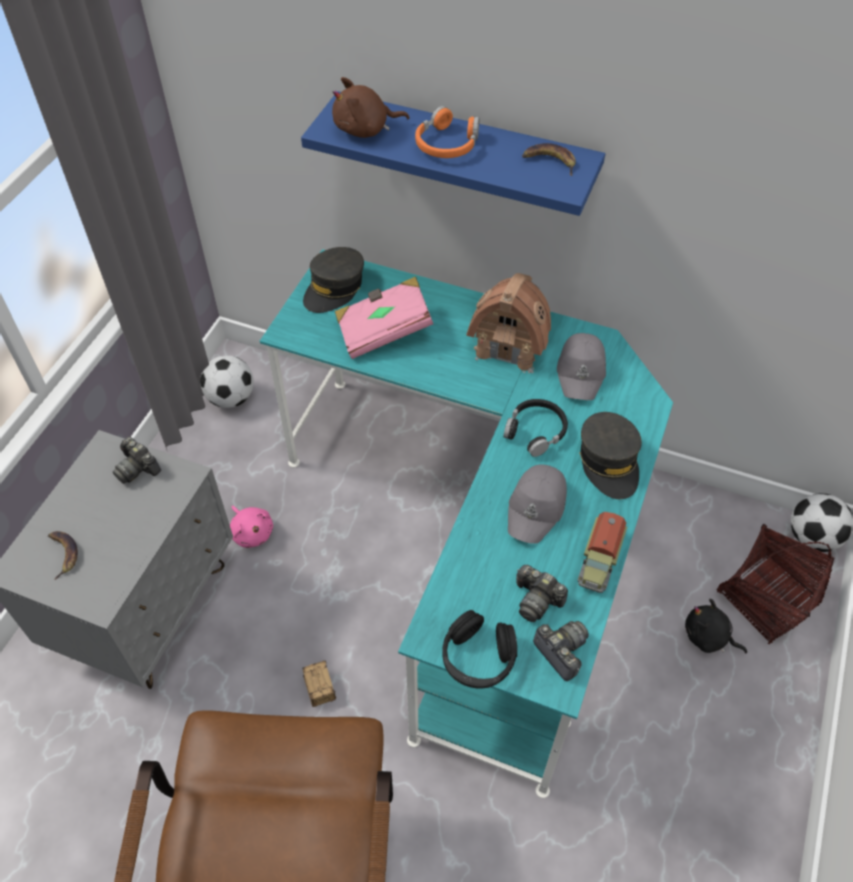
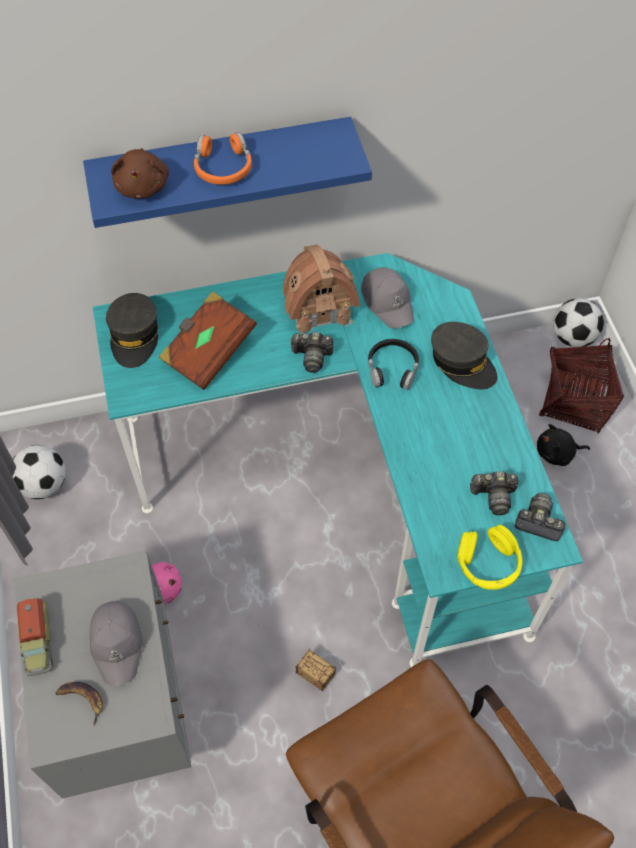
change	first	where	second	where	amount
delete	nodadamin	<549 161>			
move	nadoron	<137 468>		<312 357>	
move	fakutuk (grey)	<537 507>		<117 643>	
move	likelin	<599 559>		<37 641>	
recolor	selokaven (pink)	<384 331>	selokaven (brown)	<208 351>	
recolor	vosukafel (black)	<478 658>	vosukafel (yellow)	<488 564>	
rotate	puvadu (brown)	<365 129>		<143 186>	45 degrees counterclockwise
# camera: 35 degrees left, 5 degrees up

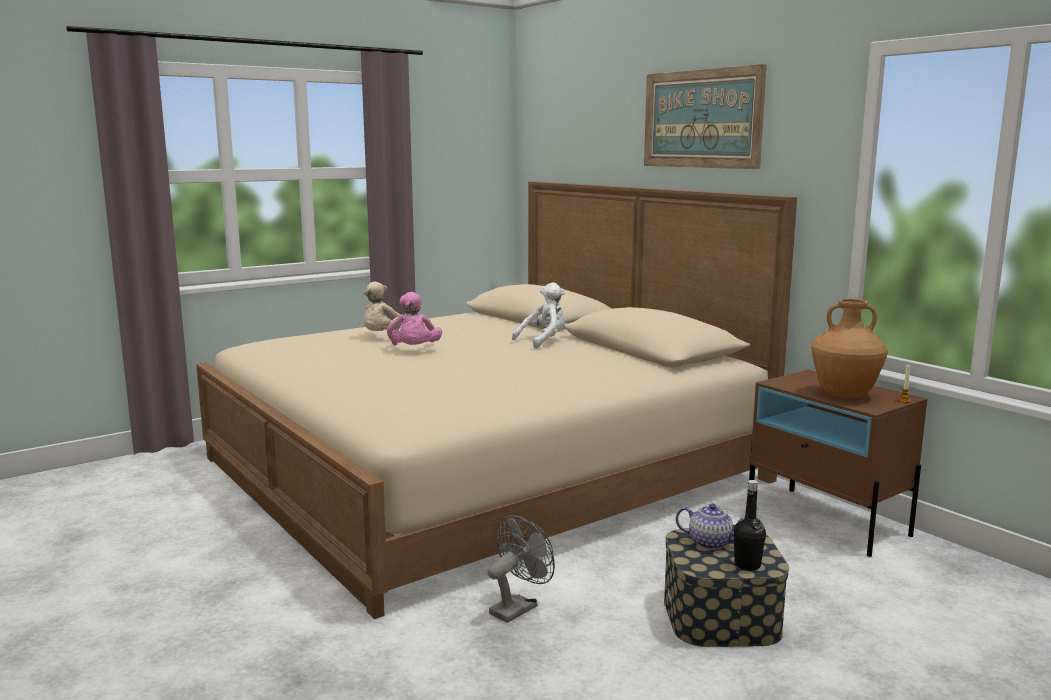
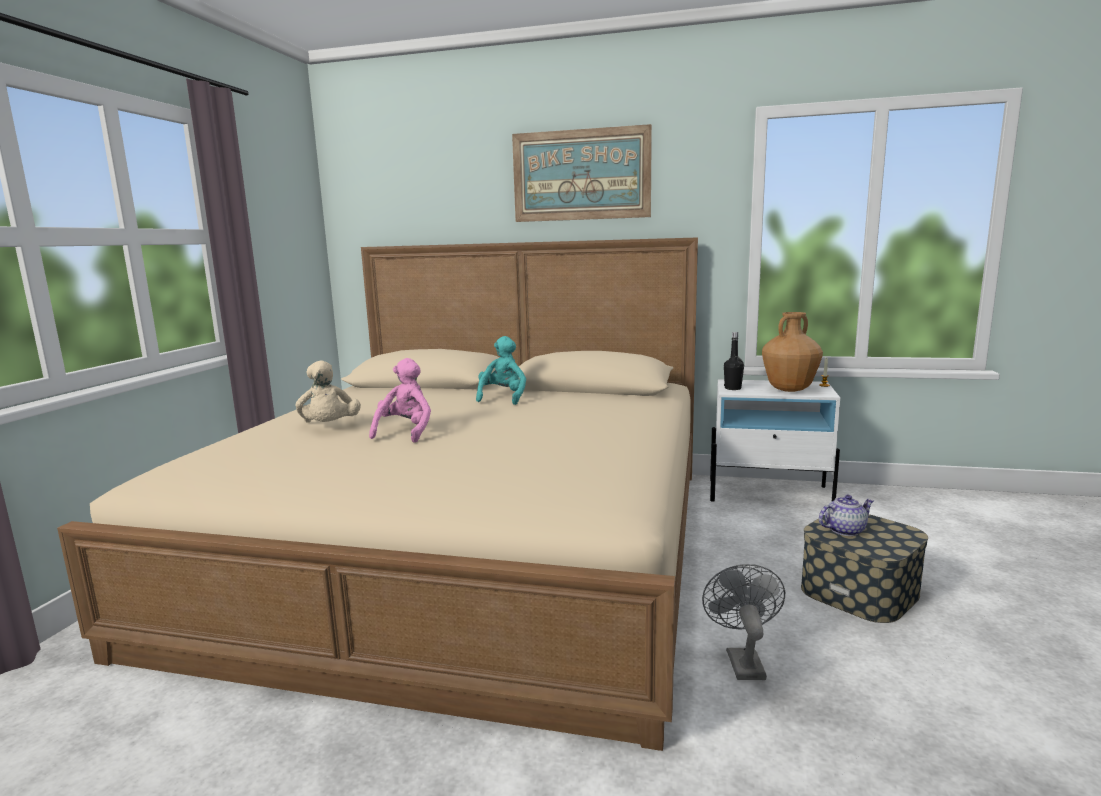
change	first	where	second	where	amount
move	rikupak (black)	<747 565>		<733 388>	
recolor	puvadu (white)	<544 341>	puvadu (turquoise)	<503 398>	
recolor	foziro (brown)	<827 520>	foziro (white)	<769 493>	
rotate	puvadu (pink)	<414 350>		<405 432>	120 degrees counterclockwise
# camera: 40 degrees left, 0 degrees up

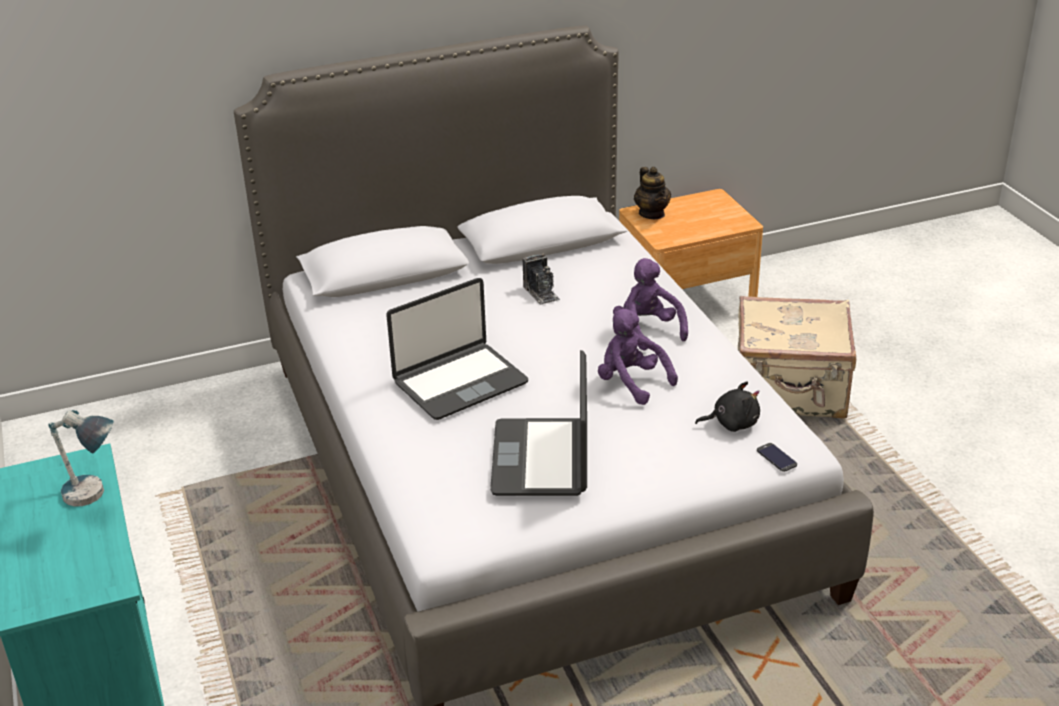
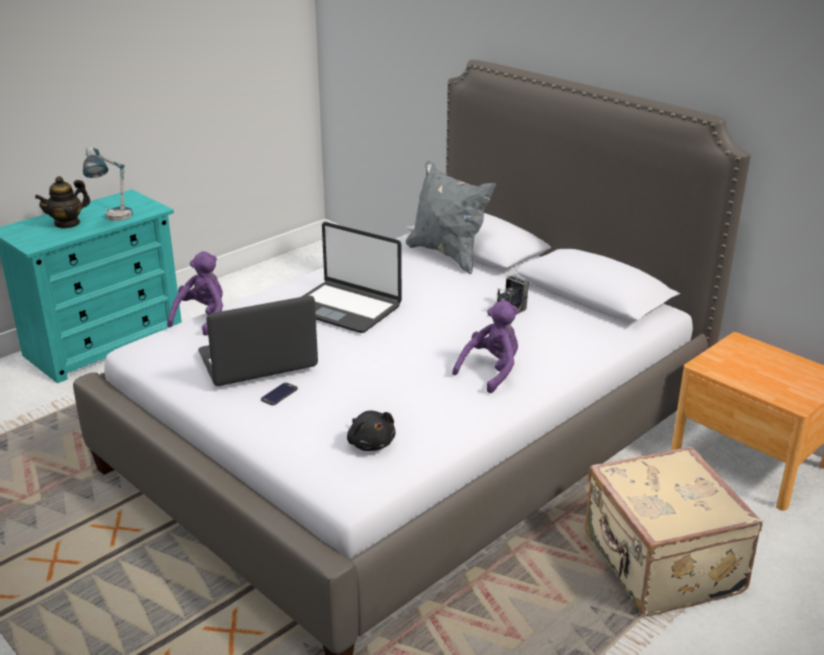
change	first	where	second	where	amount
insert			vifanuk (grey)	<447 255>	
move	puvadu (purple)	<631 383>		<202 318>	
move	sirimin	<652 214>		<67 223>	
move	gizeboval	<776 457>		<279 394>	
# camera: 65 degrees right, 5 degrees down

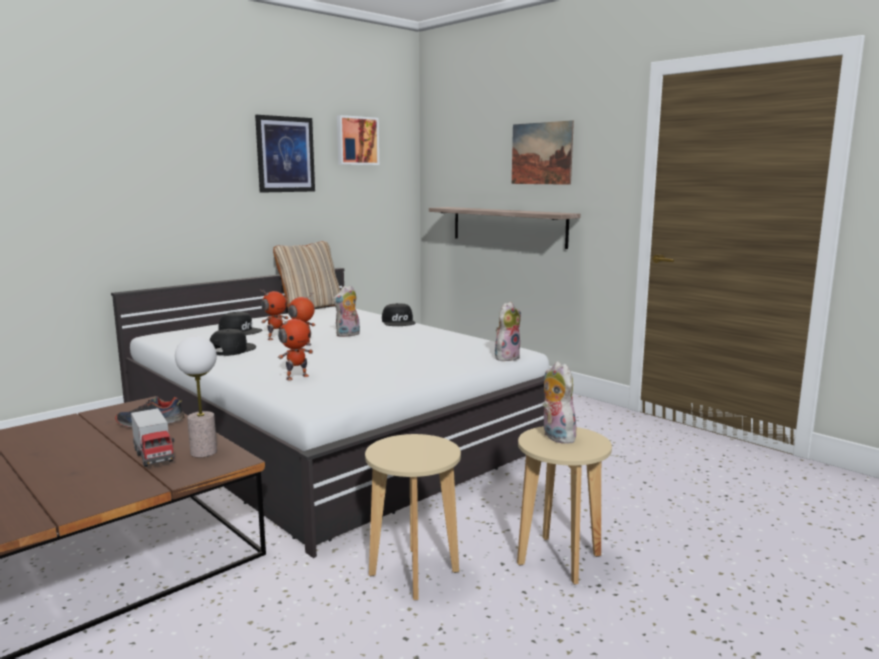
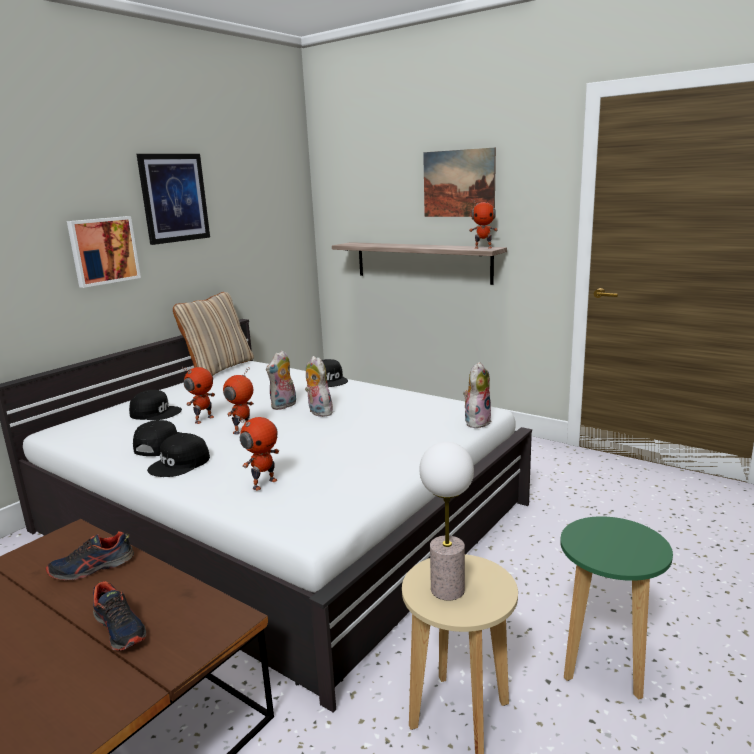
change	first	where	second	where	amount
insert			fakutuk (black)	<180 464>	
insert			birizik	<483 248>	
move	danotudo	<203 452>		<448 590>	
move	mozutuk	<356 141>		<103 250>	
move	puvadu	<555 436>		<318 412>	
replace	likelin	<154 456>	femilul	<120 628>	
recolor	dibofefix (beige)	<559 560>	dibofefix (green)	<605 664>	
# camera: 10 degrees left, 5 degrees up

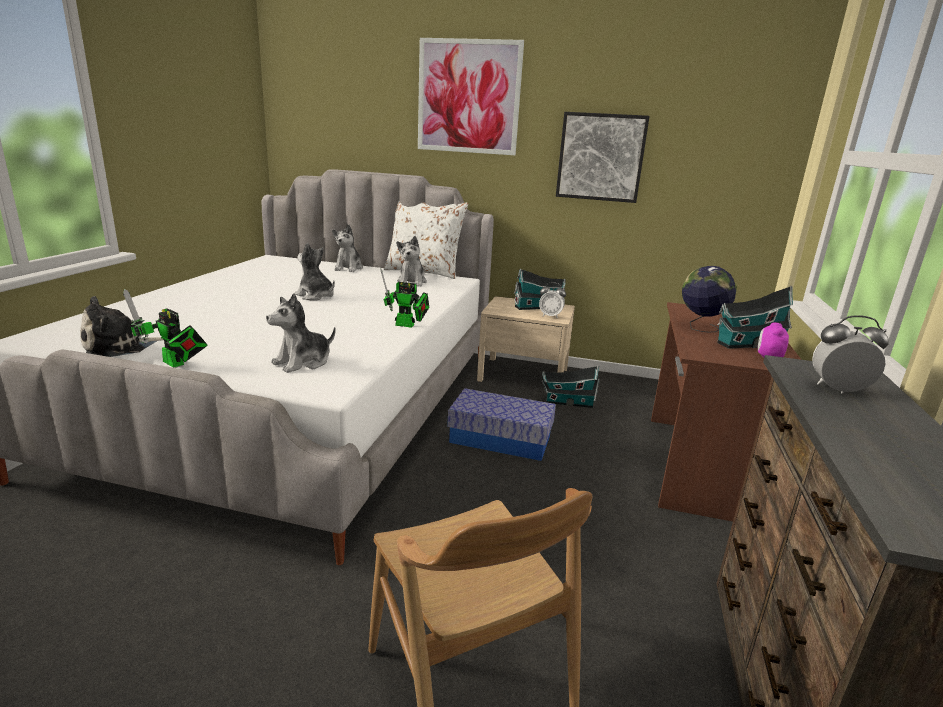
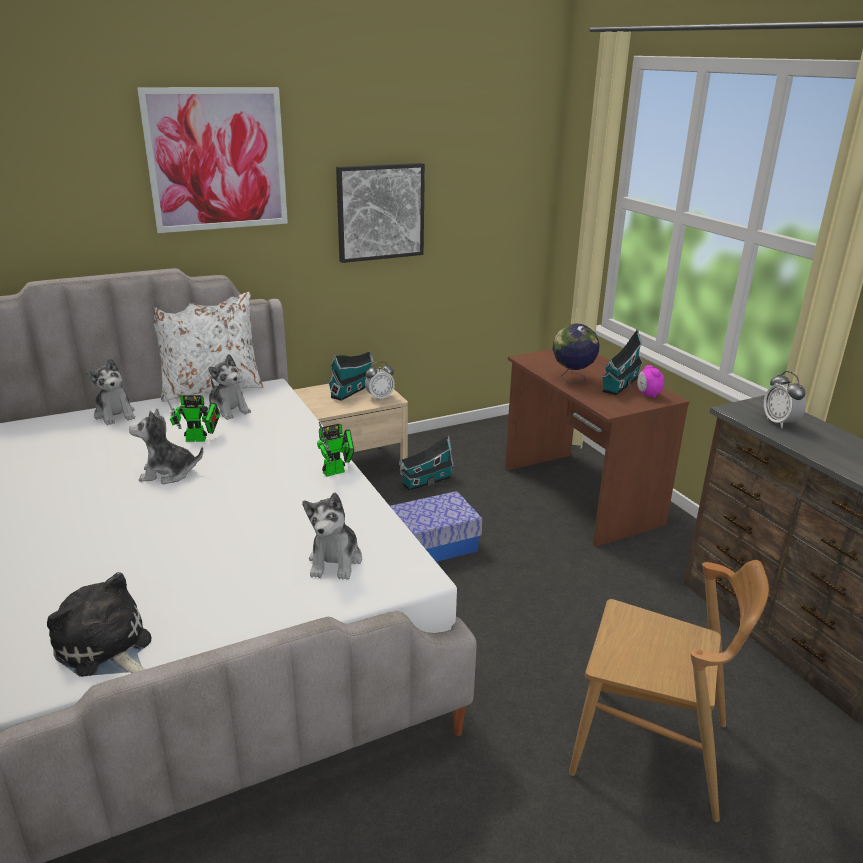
change	first	where	second	where	amount
move	birizik	<175 364>		<199 439>	
rotate	puvadu	<119 347>		<105 648>	120 degrees clockwise
rotate	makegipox	<838 390>		<779 423>	75 degrees counterclockwise
# camera: 40 degrees left, 5 degrees up

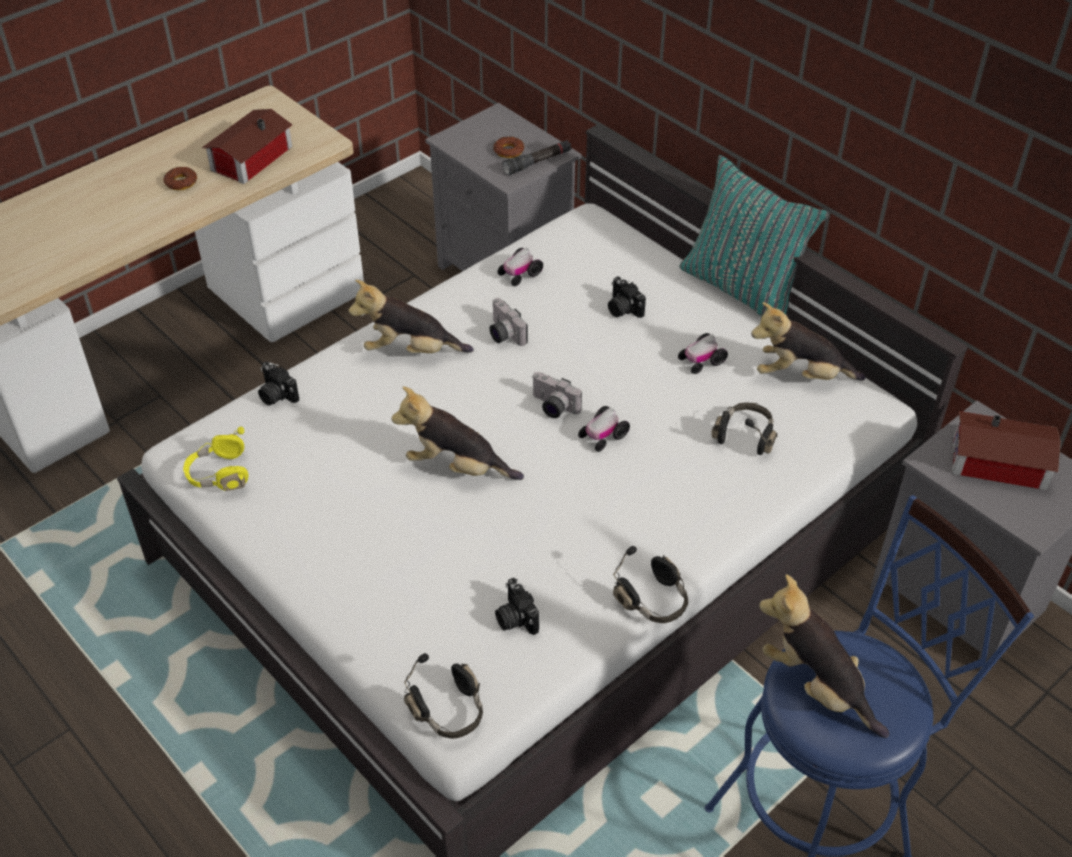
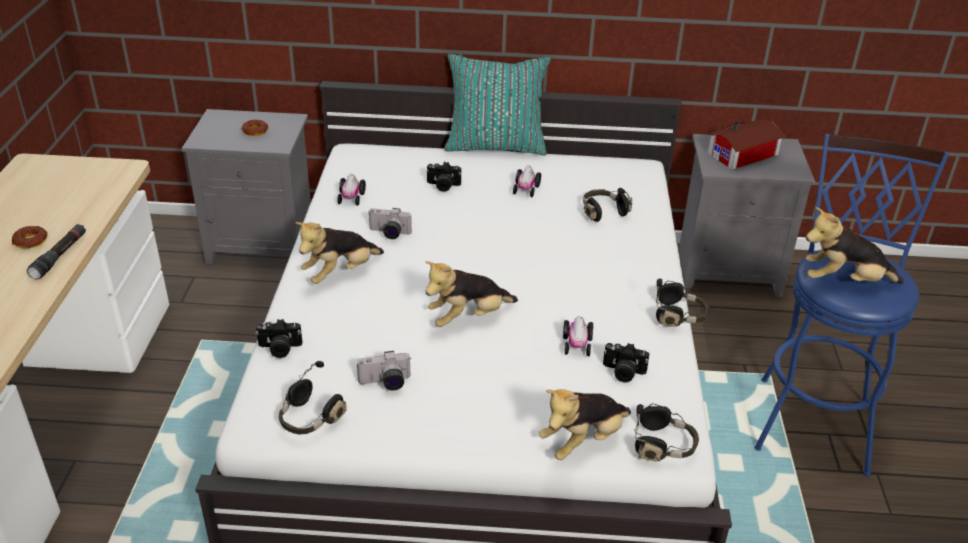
change	first	where	second	where	amount
delete	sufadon	<248 159>			
move	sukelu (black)	<537 162>		<60 256>	
move	nadoron	<552 407>		<385 383>	
move	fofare	<603 436>		<577 345>	
move	puvadu	<800 376>		<583 441>	
recolor	vosukafel (yellow)	<219 474>	vosukafel (black)	<309 418>	
# camera: 45 degrees left, 10 degrees down

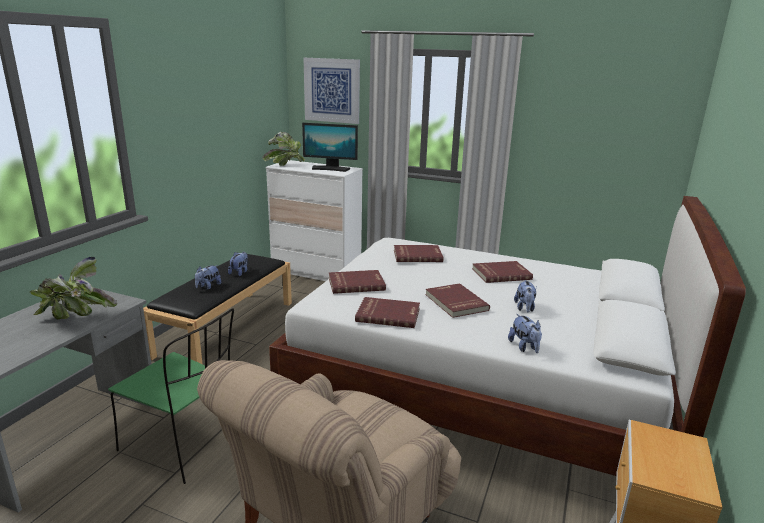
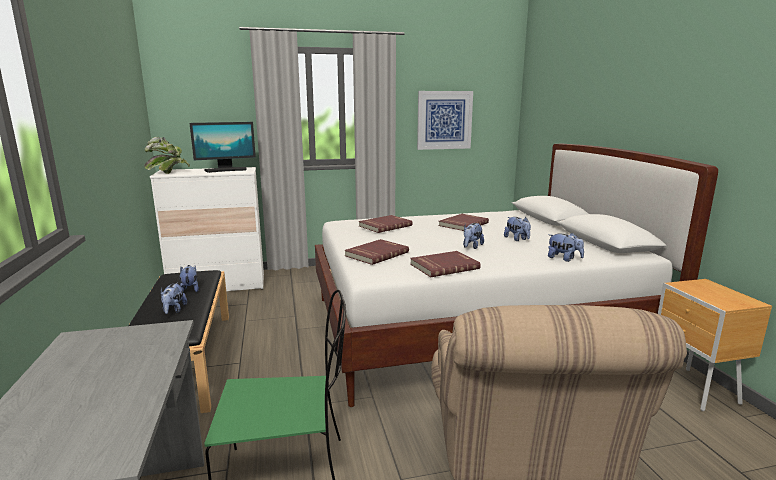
change	first	where	second	where	amount
delete	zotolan	<76 319>			
move	mozutuk	<332 90>		<444 120>	
replace	selokaven (red)	<455 302>	puvadu	<471 247>	
# camera: 35 degrees left, 5 degrees down

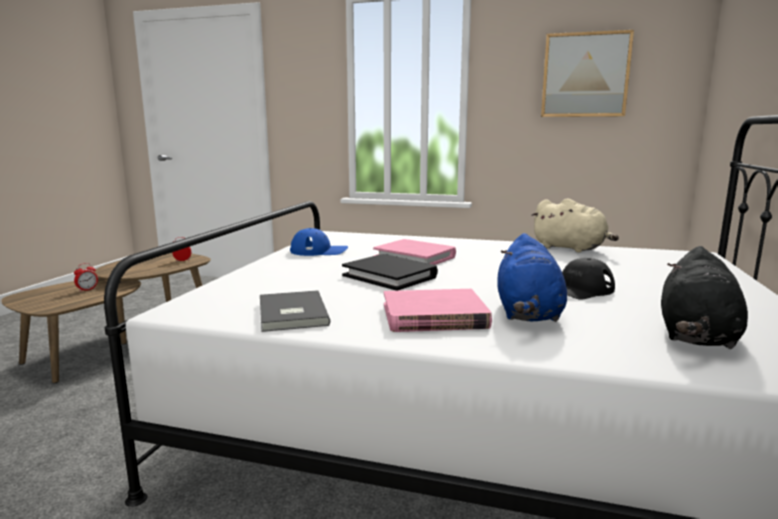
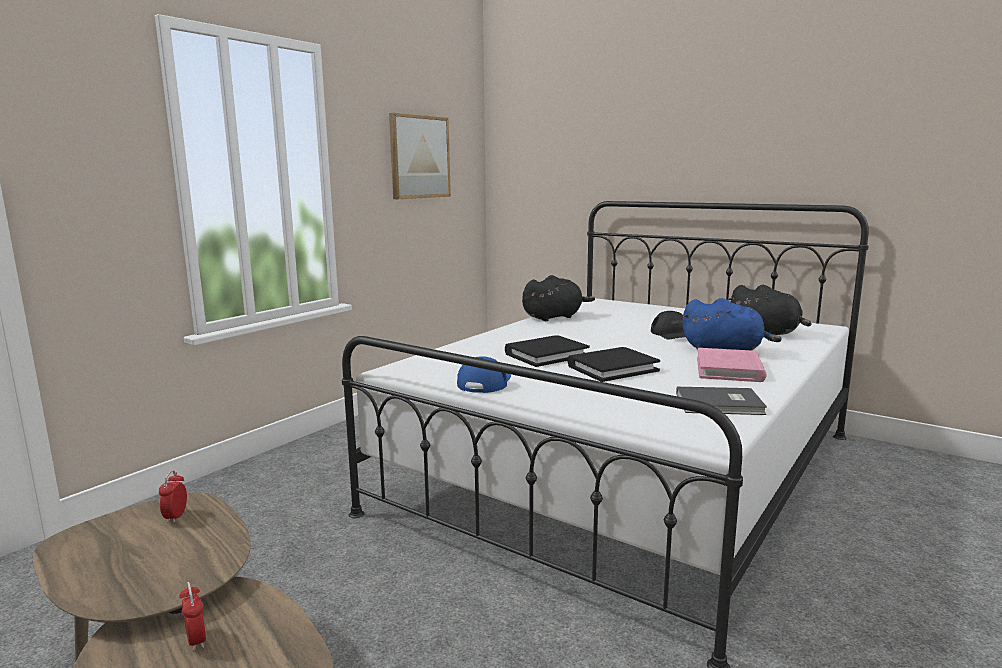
change	first	where	second	where	amount
recolor	selokaven (pink)	<415 257>	selokaven (black)	<546 355>	
recolor	puvadu (beige)	<571 248>	puvadu (black)	<554 317>	
# camera: 70 degrees left, 0 degrees up

